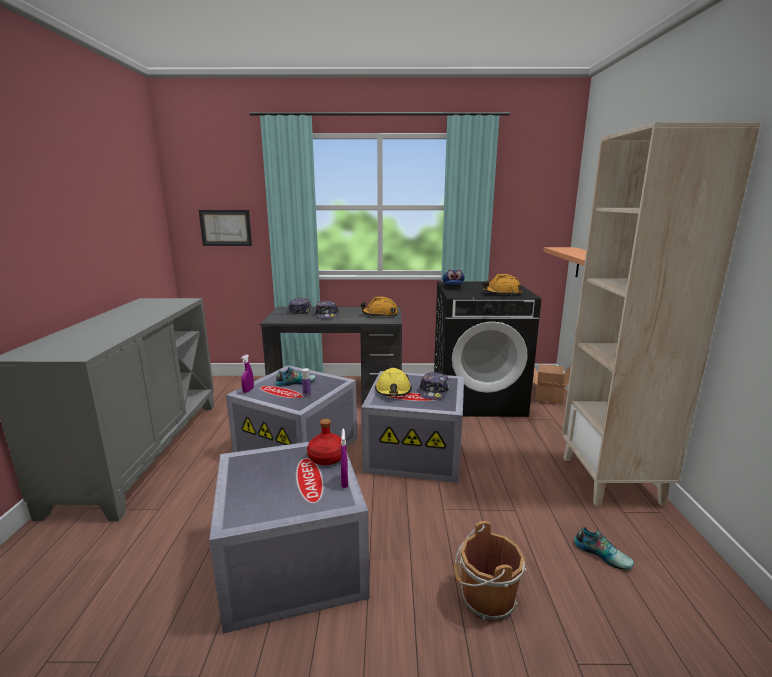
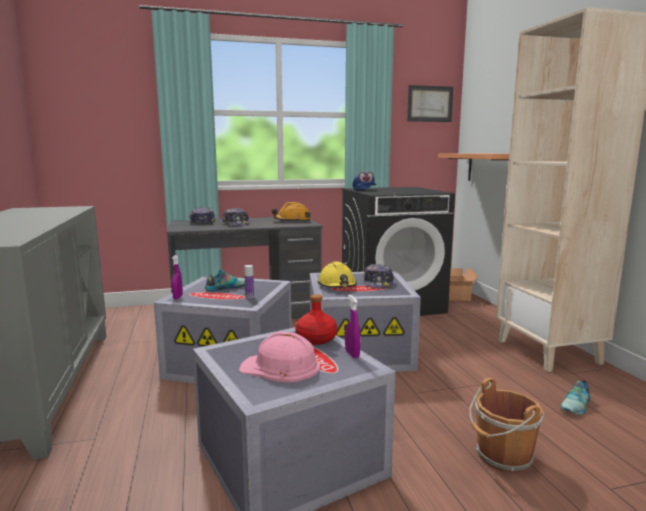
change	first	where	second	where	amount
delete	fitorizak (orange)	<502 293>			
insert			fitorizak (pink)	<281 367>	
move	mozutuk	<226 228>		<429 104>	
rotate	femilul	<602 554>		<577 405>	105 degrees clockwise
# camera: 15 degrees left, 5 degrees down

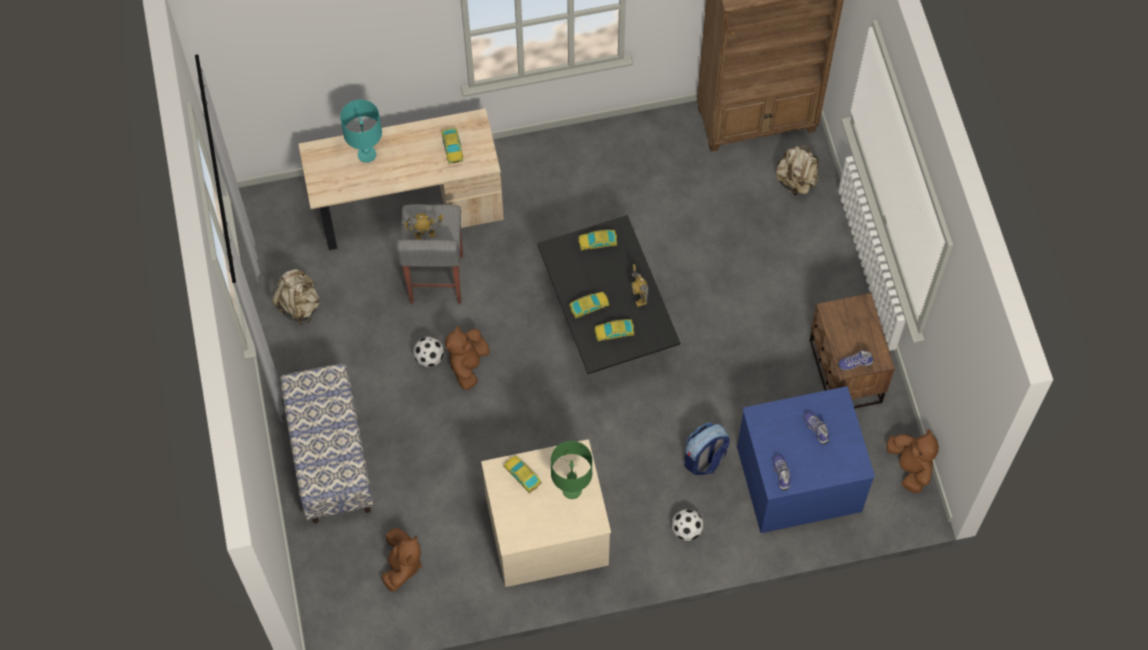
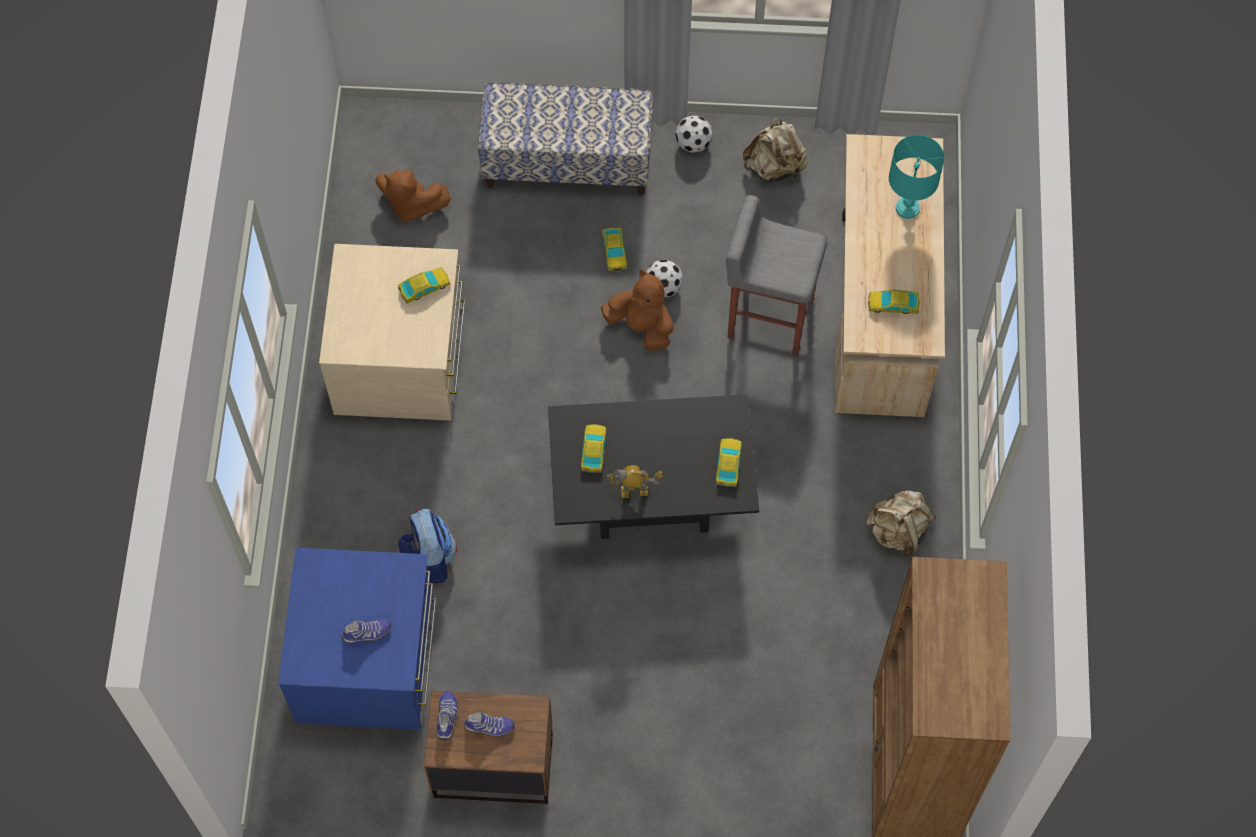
change	first	where	second	where	amount
delete	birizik	<424 235>			
delete	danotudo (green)	<571 489>			
delete	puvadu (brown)	<910 467>			
move	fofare	<589 306>		<614 251>	
move	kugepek	<687 529>		<693 144>	
move	femilul	<782 473>		<489 727>	
move	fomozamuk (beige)	<796 181>		<898 532>	
# camera: 105 degrees right, 0 degrees up

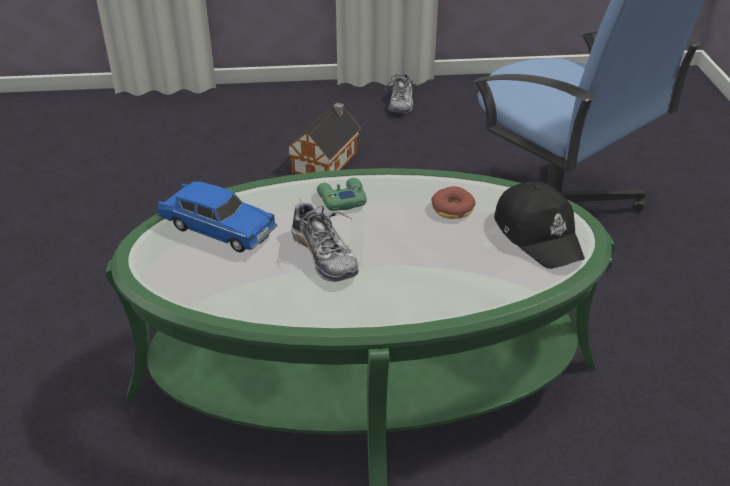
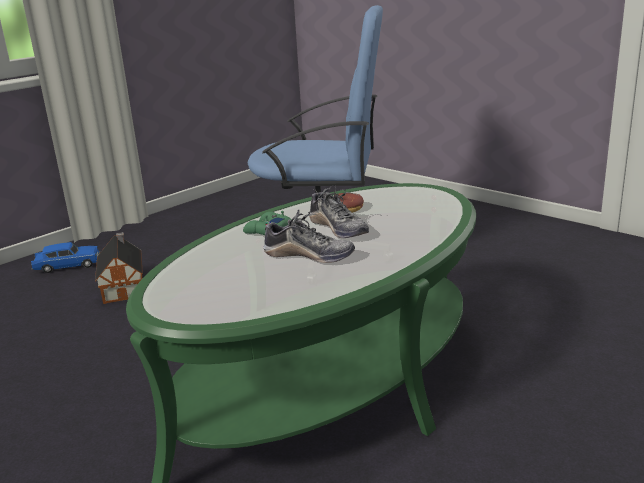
change	first	where	second	where	amount
delete	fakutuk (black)	<538 235>			
move	fofare (blue)	<218 230>		<68 266>	
move	femilul	<401 103>		<338 228>	
# camera: 40 degrees left, 15 degrees down

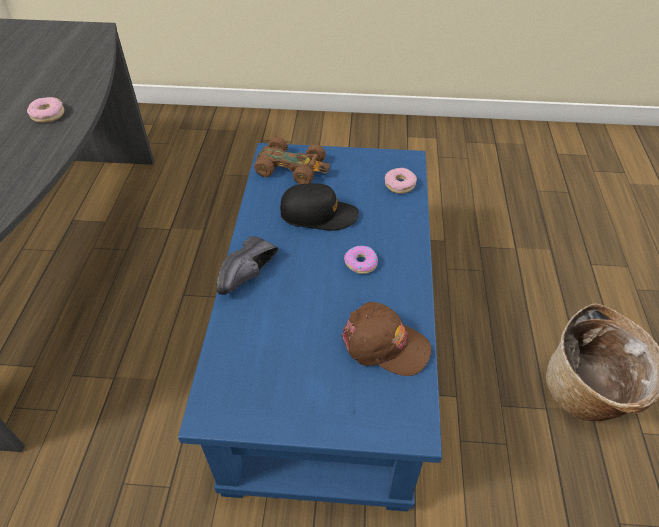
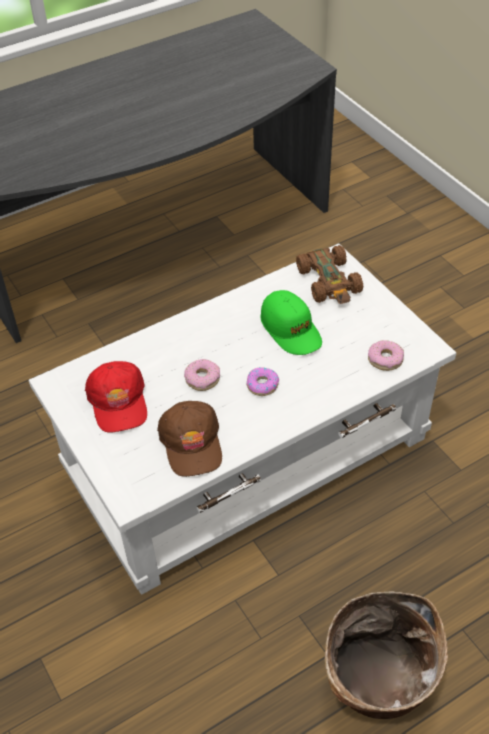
change	first	where	second	where	amount
delete	femilul (black)	<250 275>			
insert			fakutuk (red)	<118 402>	
move	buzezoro	<48 115>		<202 379>	
recolor	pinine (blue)	<329 346>	pinine (white)	<248 454>	
recolor	fakutuk (black)	<318 214>	fakutuk (green)	<291 329>	
# camera: 55 degrees right, 0 degrees up

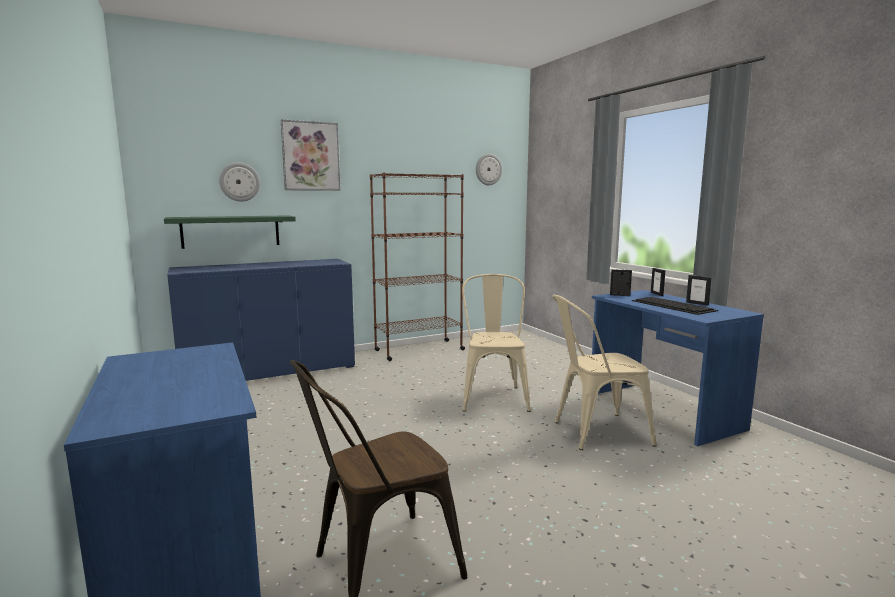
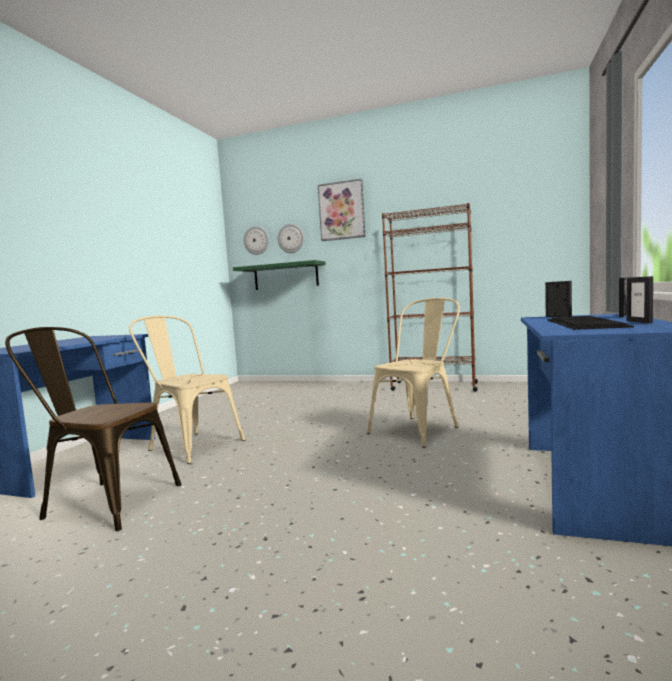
change	first	where	second	where	amount
delete	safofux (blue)	<269 371>			
move	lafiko	<488 169>		<256 240>	
move	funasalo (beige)	<594 432>		<190 445>	
# camera: 45 degrees right, 5 degrees down

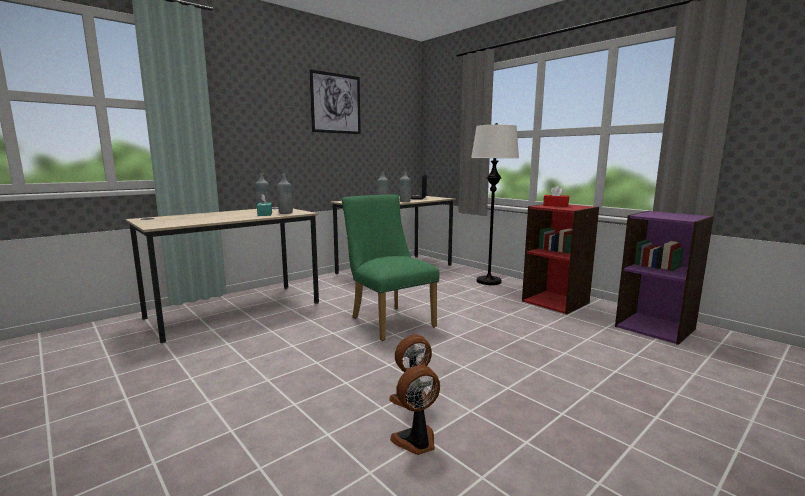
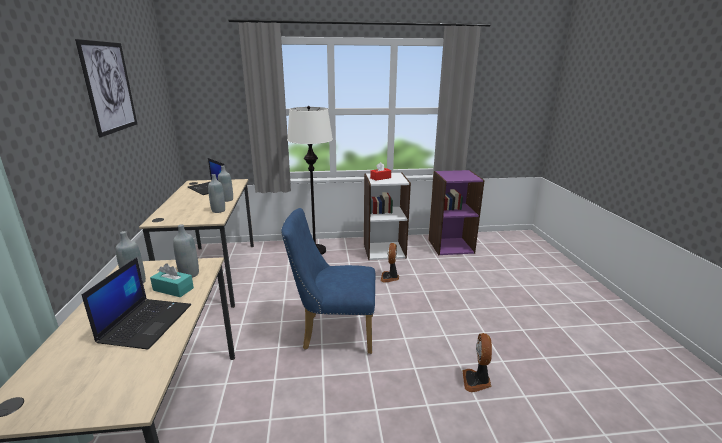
change	first	where	second	where	amount
insert			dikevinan	<146 323>	
move	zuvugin	<416 441>		<390 277>	
recolor	funasalo (green)	<388 320>	funasalo (blue)	<333 332>	
recolor	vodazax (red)	<556 302>	vodazax (white)	<384 250>	
# camera: 55 degrees left, 10 degrees up

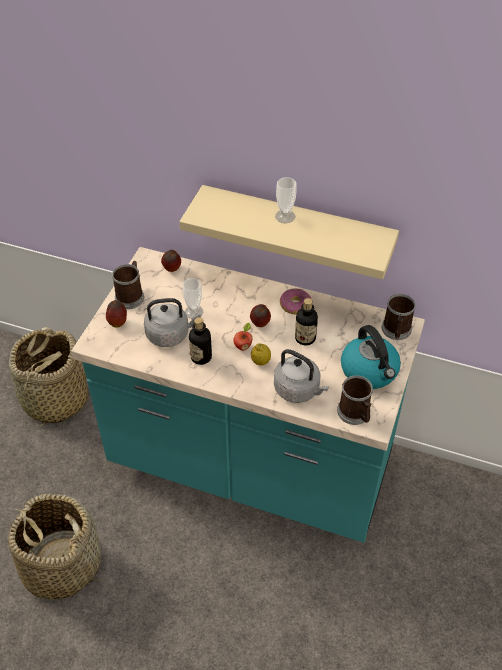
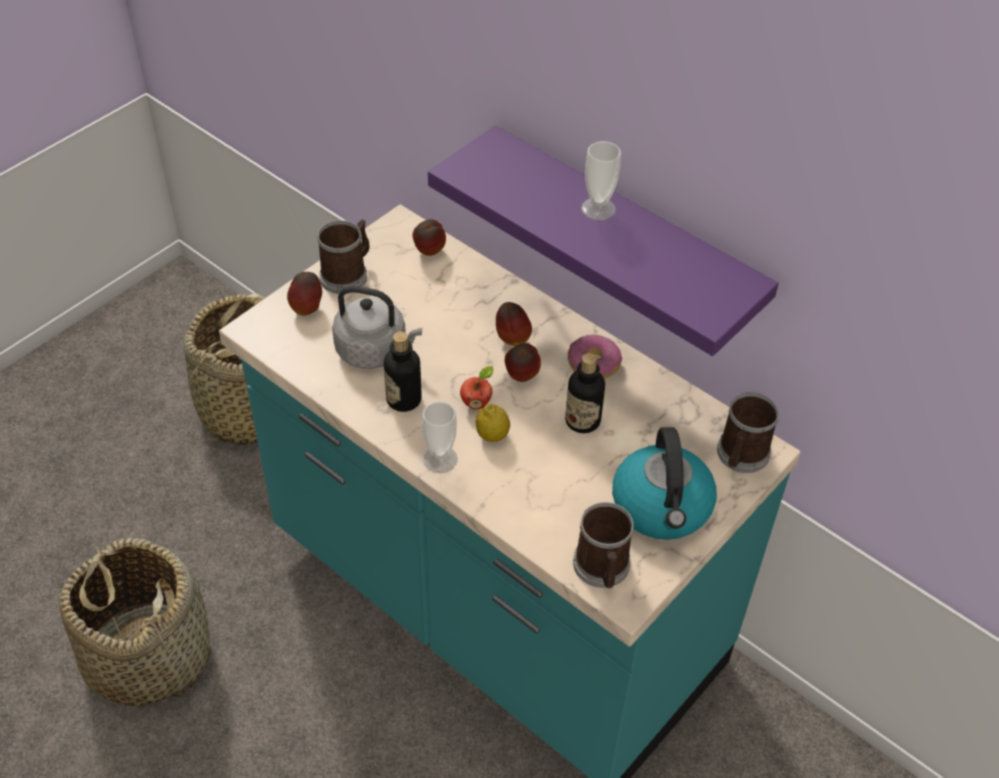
change	first	where	second	where	amount
delete	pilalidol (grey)	<299 390>			
insert			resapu	<512 339>	
move	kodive	<194 312>		<440 459>	
recolor	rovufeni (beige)	<296 231>	rovufeni (purple)	<623 241>	
# camera: 20 degrees right, 0 degrees up

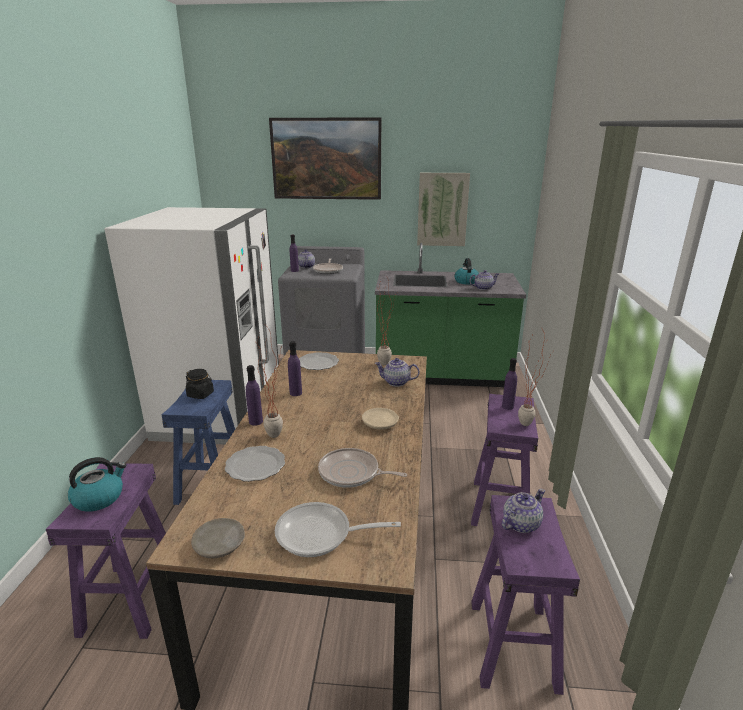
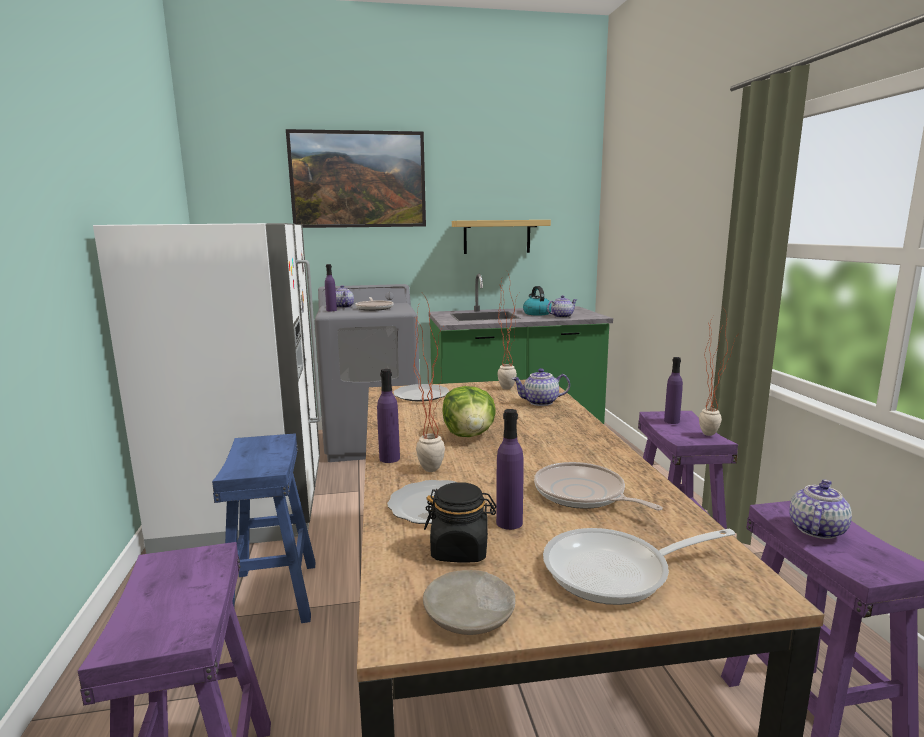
change	first	where	second	where	amount
delete	pilalidol	<99 498>			
delete	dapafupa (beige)	<380 424>			
insert			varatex	<469 435>	
move	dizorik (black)	<200 394>		<460 550>	
move	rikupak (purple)	<295 393>		<509 522>	
replace	mozutuk	<442 209>	rovufeni	<497 237>	
rotate	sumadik	<352 473>		<583 494>	45 degrees clockwise
# camera: 15 degrees left, 10 degrees down

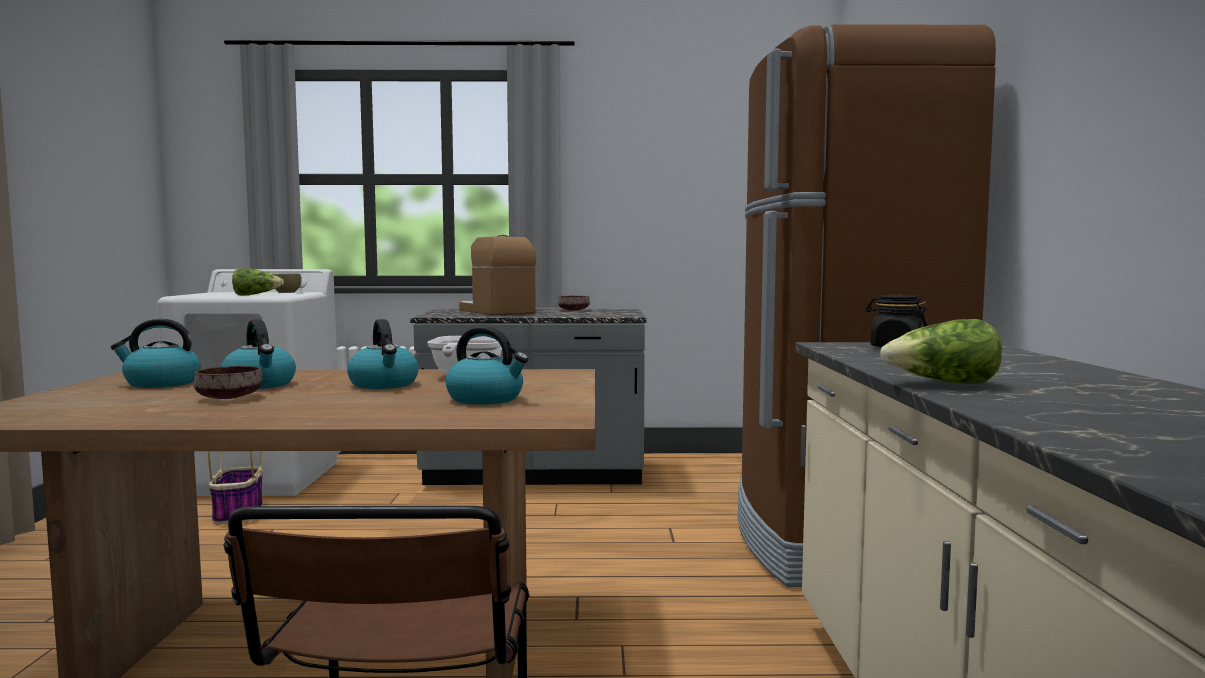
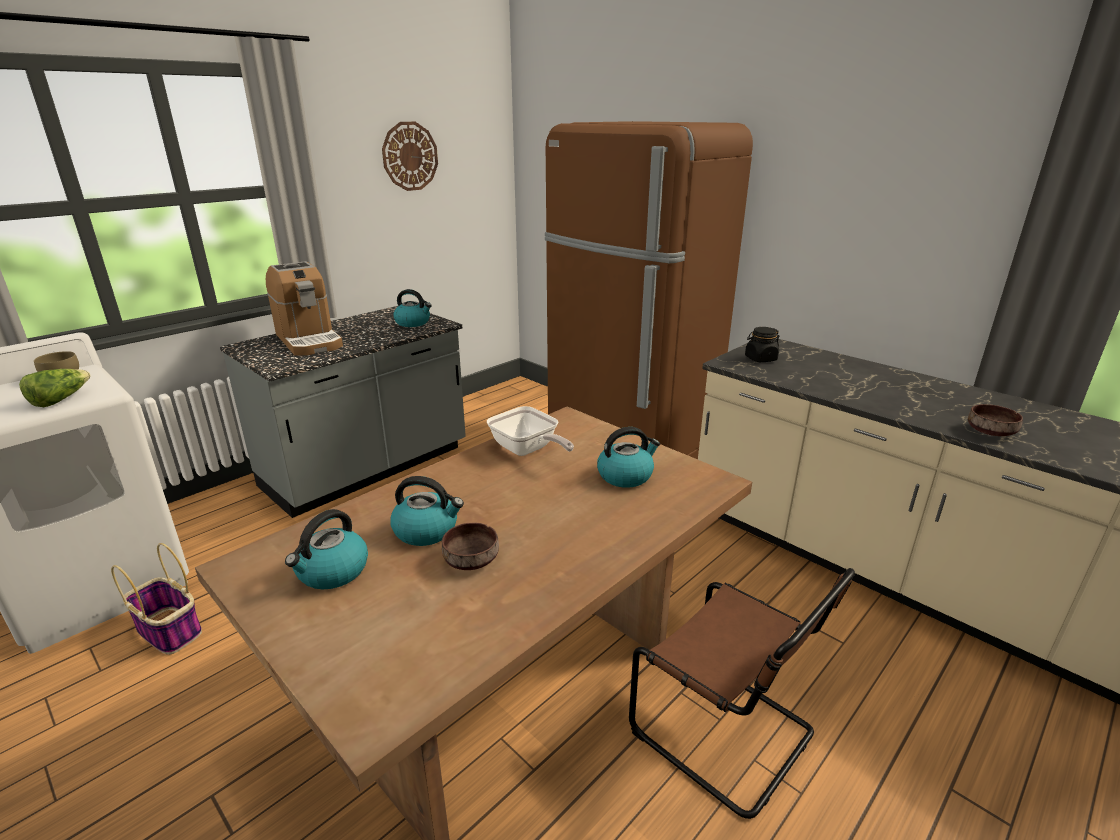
change	first	where	second	where	amount
delete	varatex	<942 384>			
insert			lafiko	<410 156>	
move	pilalidol	<384 385>		<413 323>	
move	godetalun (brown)	<573 310>		<989 431>	
rotate	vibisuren	<496 311>		<309 340>	135 degrees counterclockwise
# camera: 45 degrees left, 20 degrees up

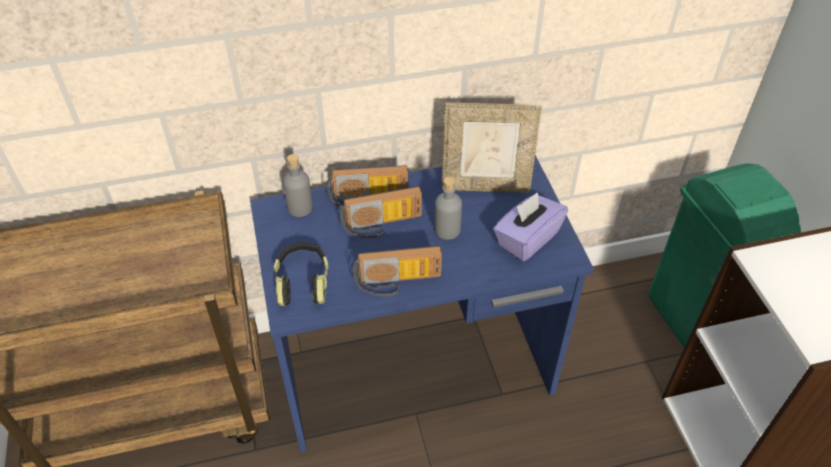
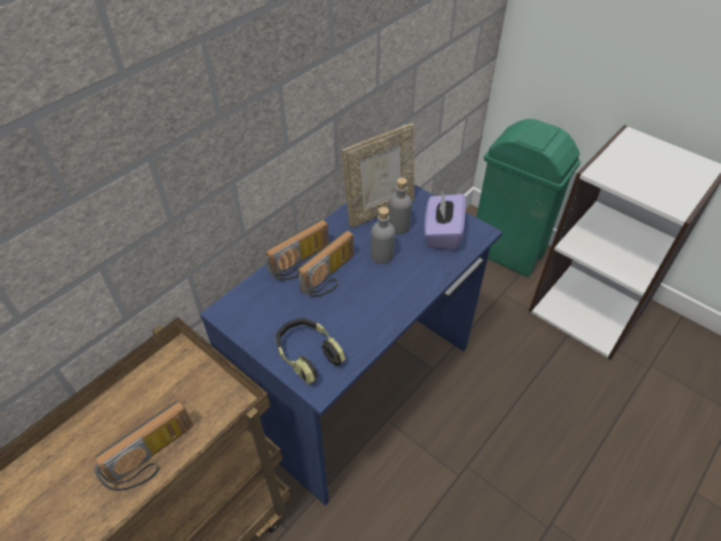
change	first	where	second	where	amount
move	rikupak (grey)	<300 207>		<398 226>	
move	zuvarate	<398 283>		<153 458>	
# camera: 35 degrees left, 0 degrees up

